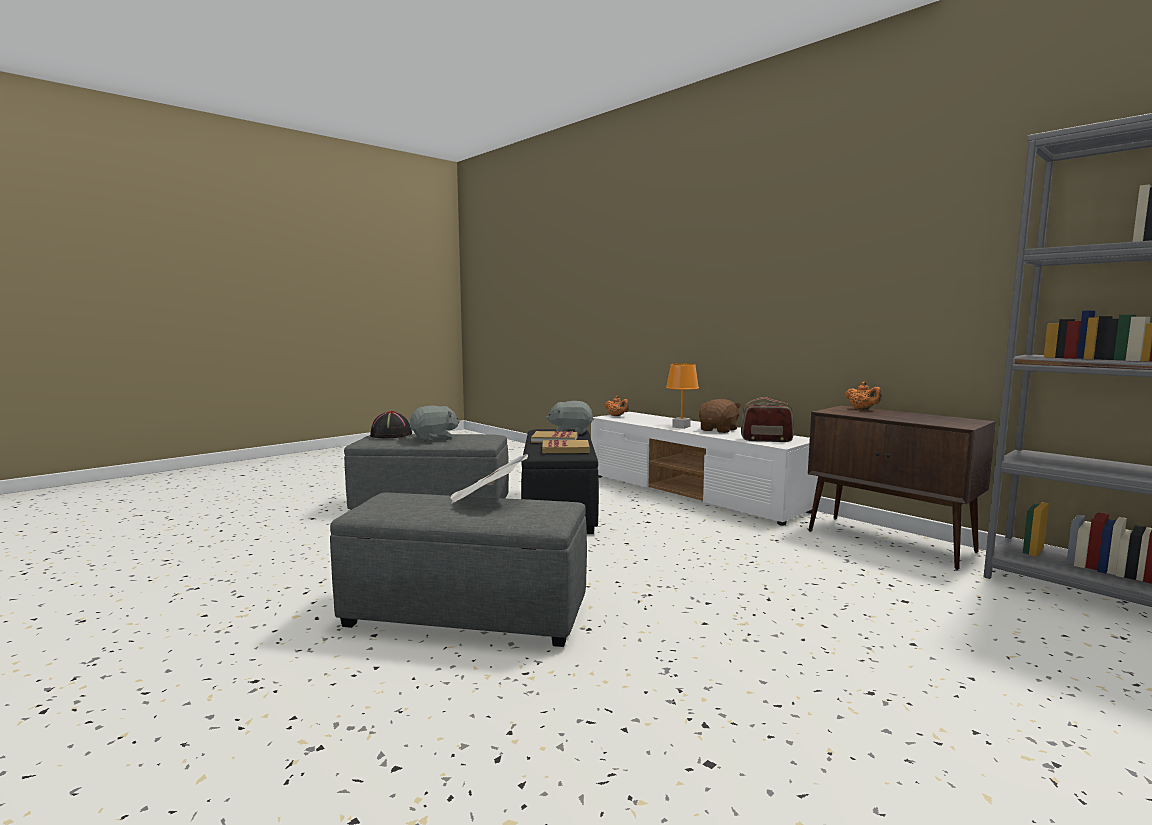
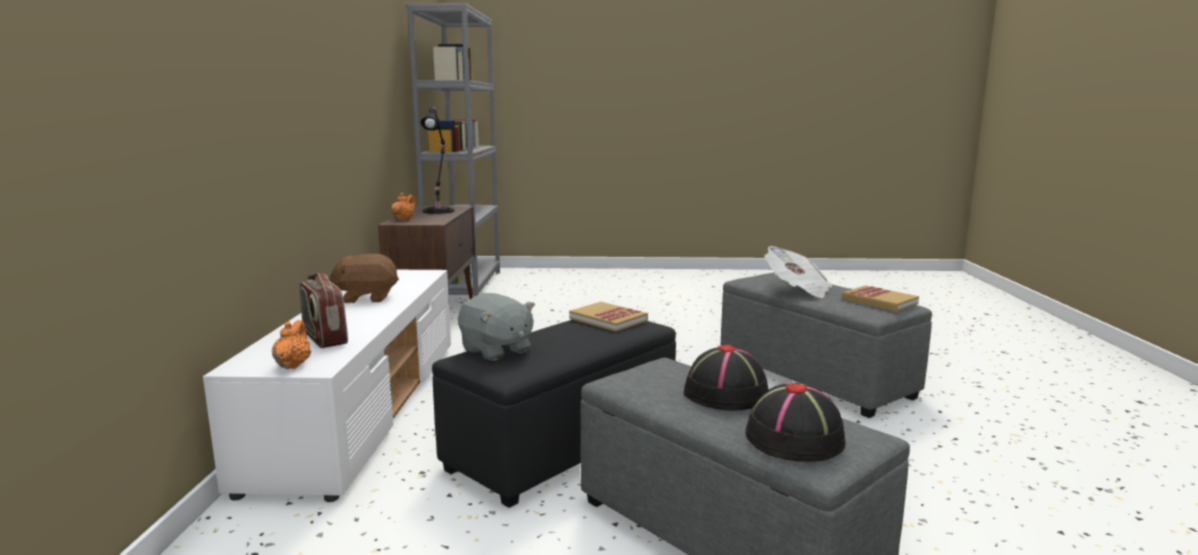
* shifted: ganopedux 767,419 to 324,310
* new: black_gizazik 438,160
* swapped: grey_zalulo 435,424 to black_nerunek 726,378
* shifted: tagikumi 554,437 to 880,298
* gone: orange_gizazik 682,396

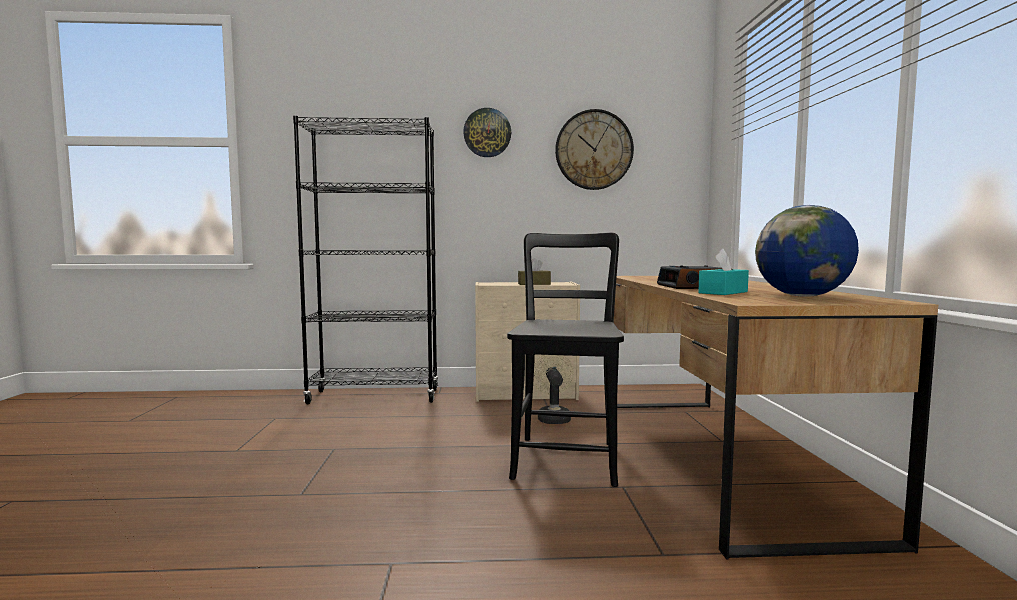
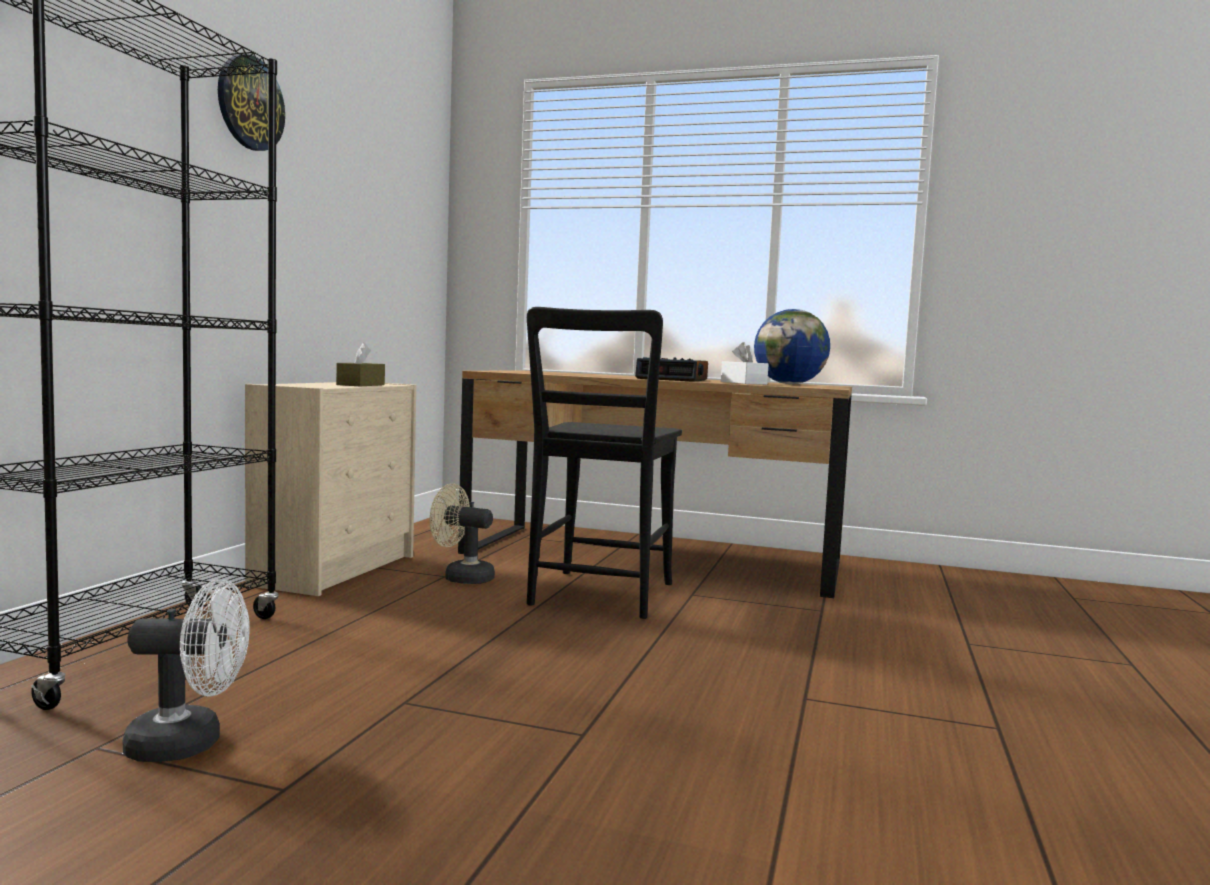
* new: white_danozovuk 186,670
* rotated: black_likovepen 565,360 = 604,463 105 degrees counterclockwise
* repainted: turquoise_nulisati 723,272 to white_nulisati 745,363
* gone: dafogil 594,149

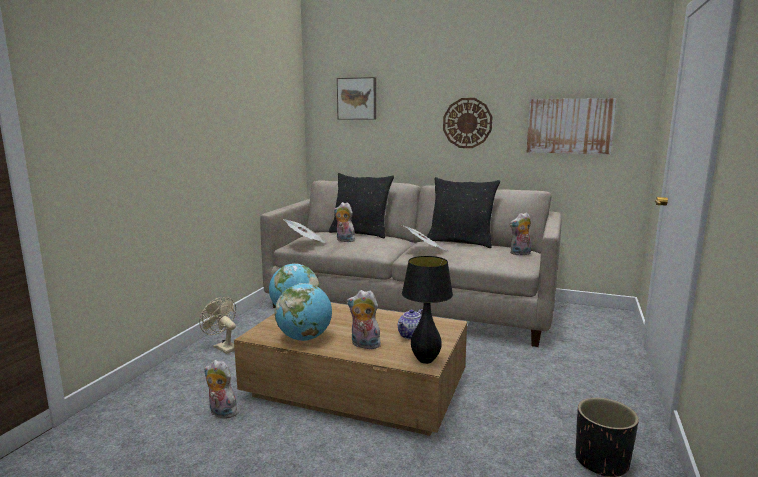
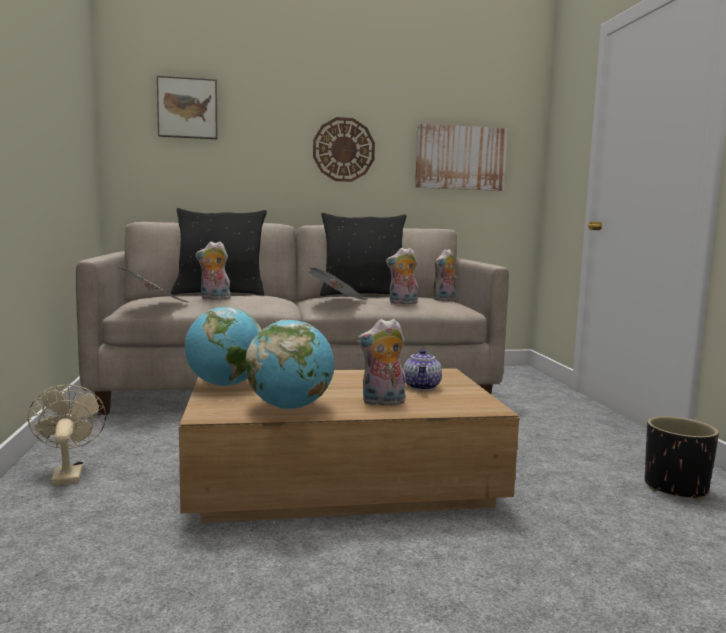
* rotated: beige_danozovuk 217,325 = 67,435 60 degrees clockwise
* shifted: zalulo 222,390 to 402,276
* gone: black_gizazik 427,310

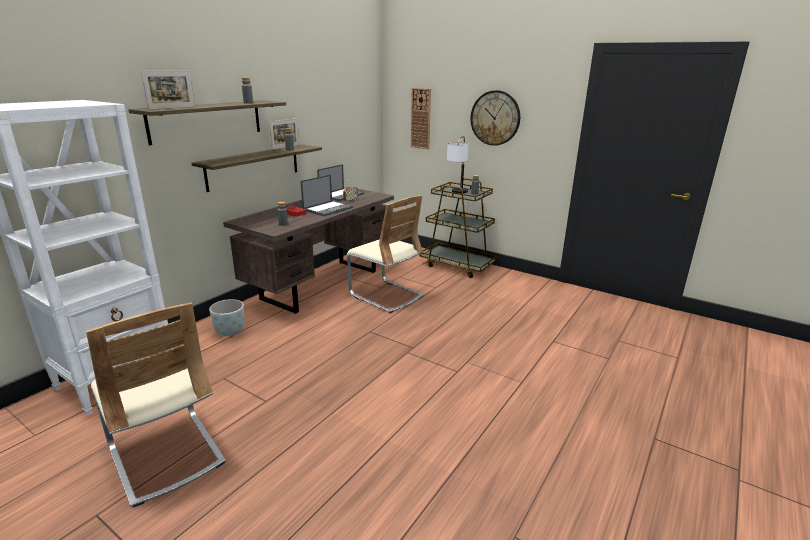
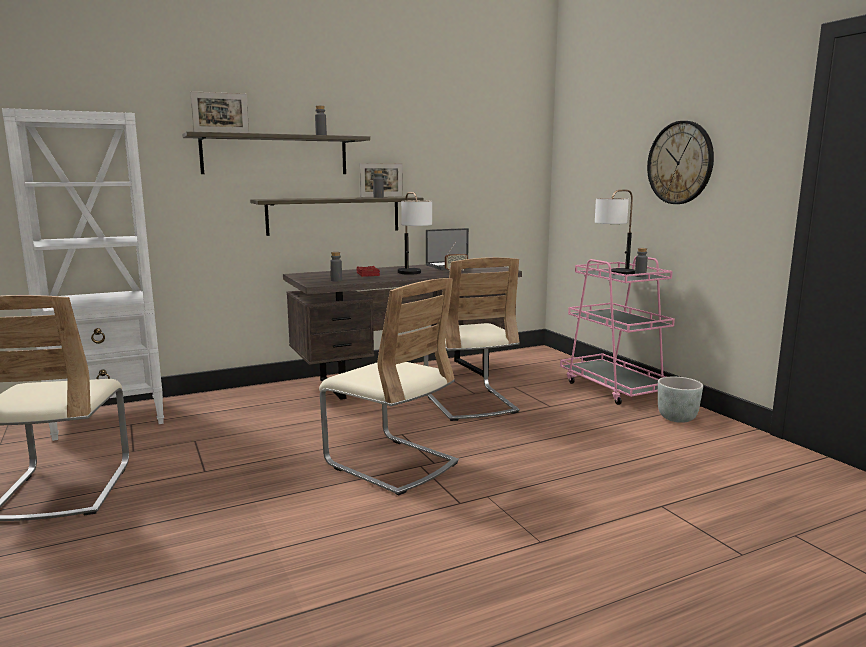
* new: beige_likovepen 389,387
* swapped: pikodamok 327,195 to gizazik 415,233
* repainted: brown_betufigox 458,228 to pink_betufigox 617,331
* shifted: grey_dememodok 226,317 to 680,400
* gone: dafogil 421,118

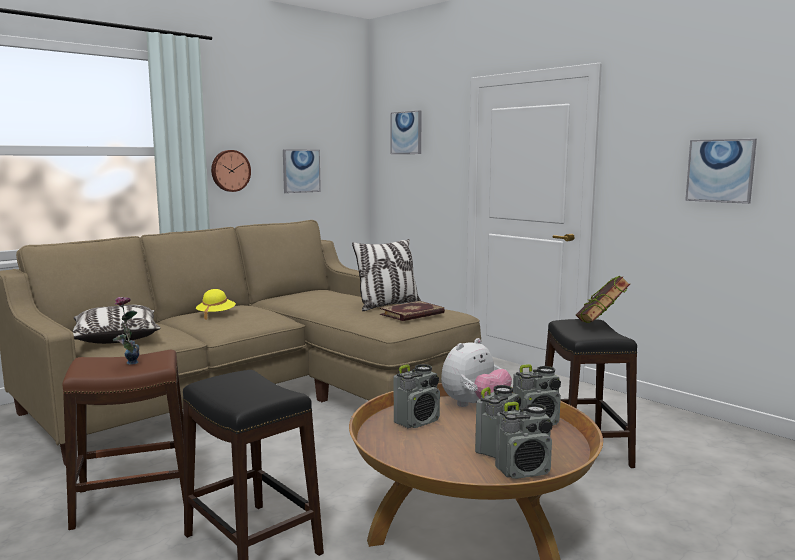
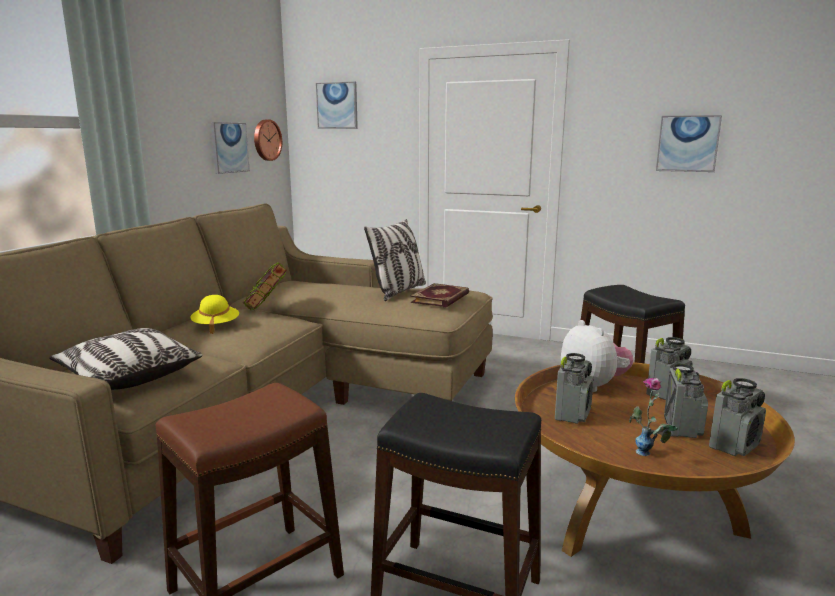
* shifted: tagikumi 603,299 to 265,286
* shifted: dafogil 231,171 to 268,140
* rotated: zalulo 476,372 = 597,356 45 degrees counterclockwise
* shifted: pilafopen 126,331 to 653,417

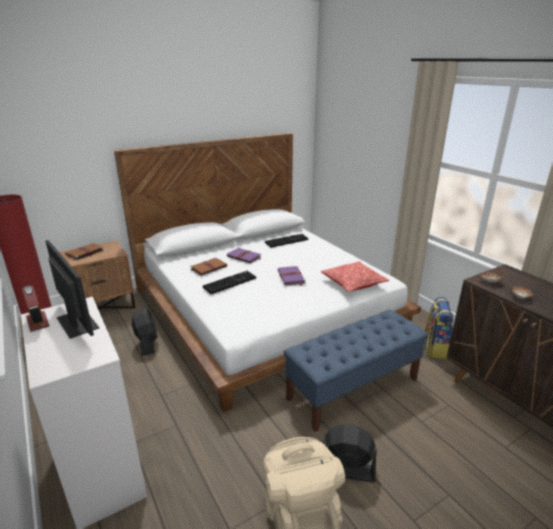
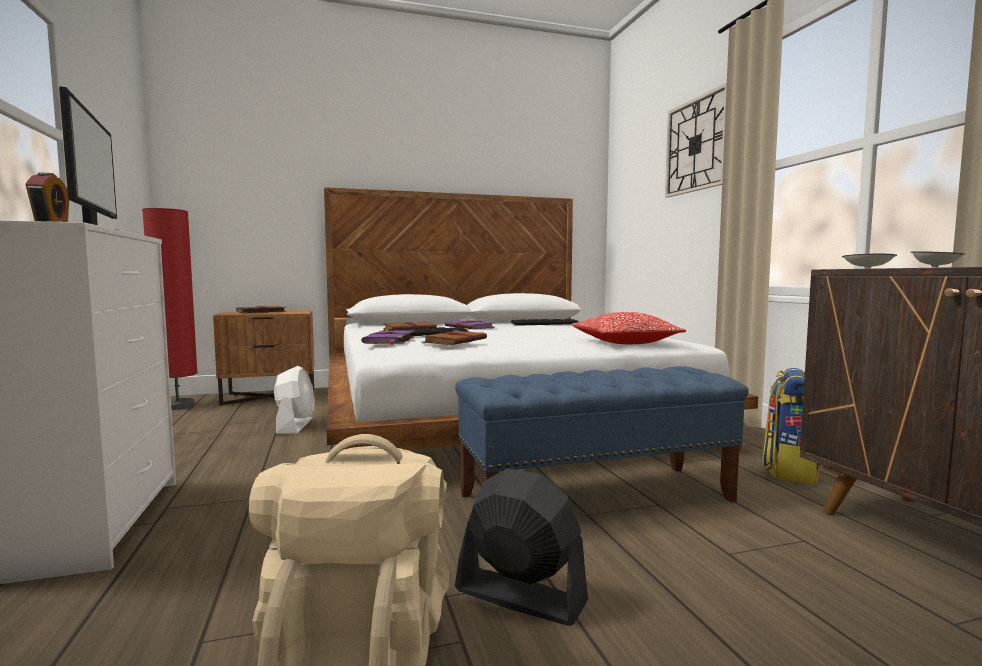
* repainted: black_danozovuk 144,332 to white_danozovuk 294,400
* shifted: purple_tagikumi 292,276 to 388,337
* new: brown_tagikumi 454,337
* new: dafogil 696,140

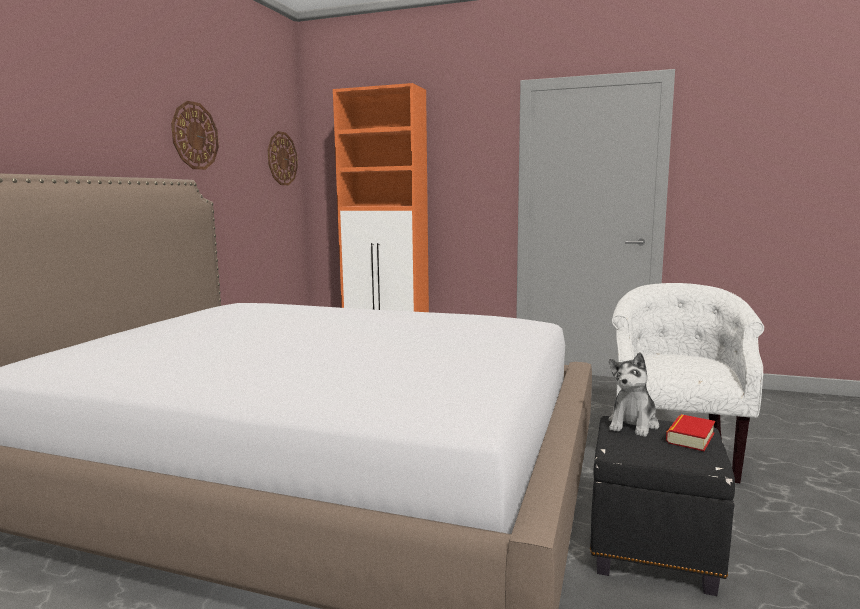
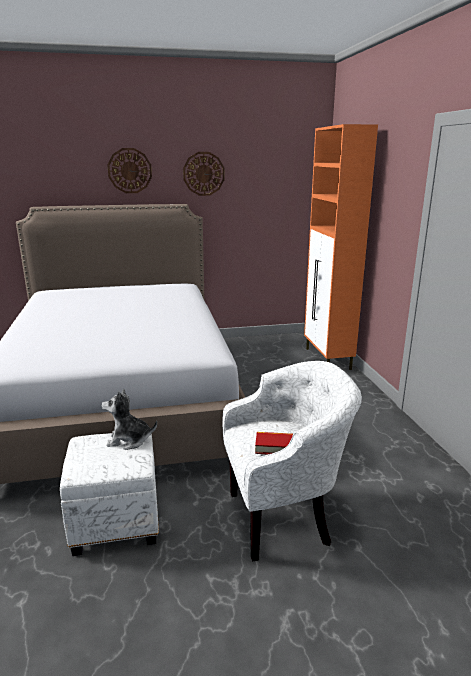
* repainted: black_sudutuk 662,506 to white_sudutuk 109,494
* shifted: dafogil 283,158 to 129,170
* shifted: tagikumi 690,432 to 274,443

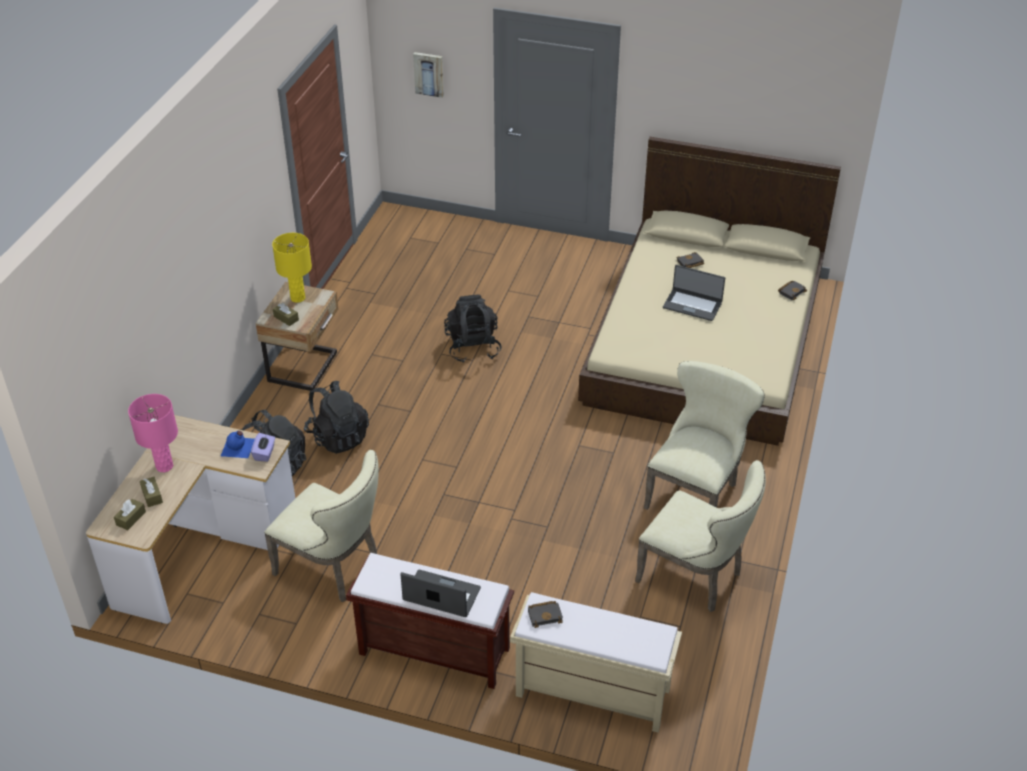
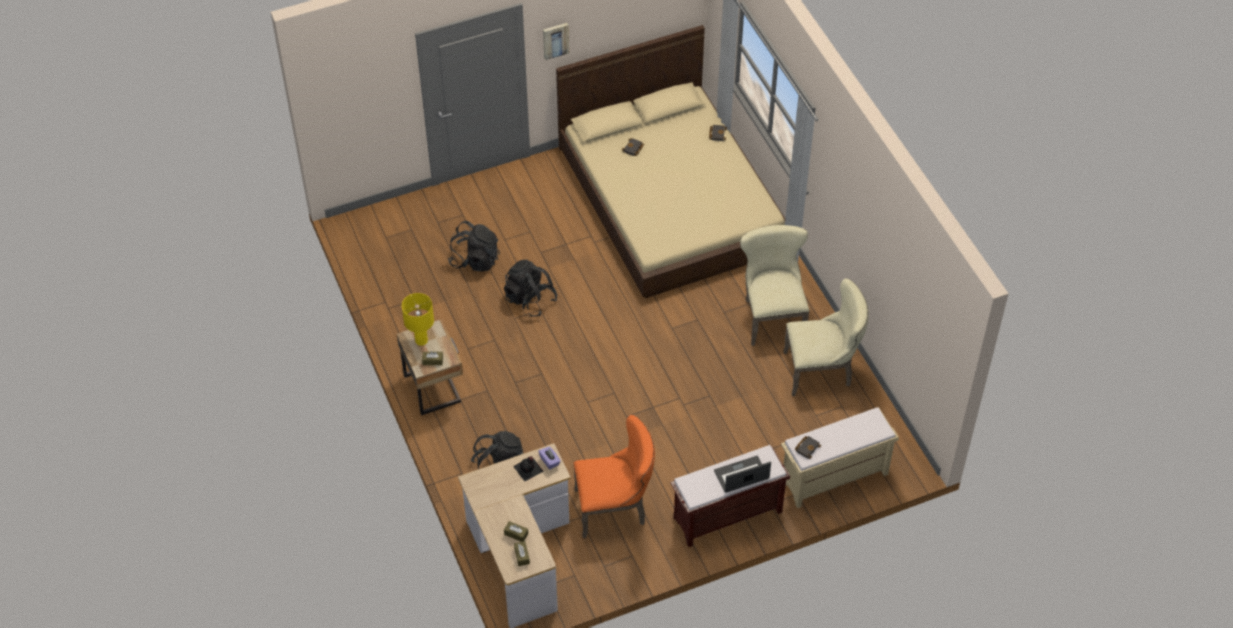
* shifted: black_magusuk 336,417 to 474,246
* repainted: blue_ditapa 238,444 to black_ditapa 528,468
* shifted: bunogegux 428,75 to 556,41
* repainted: beige_likovepen 321,526 to orange_likovepen 614,476
* gone: pink_gizazik 153,433
* gone: pikodamok 694,293

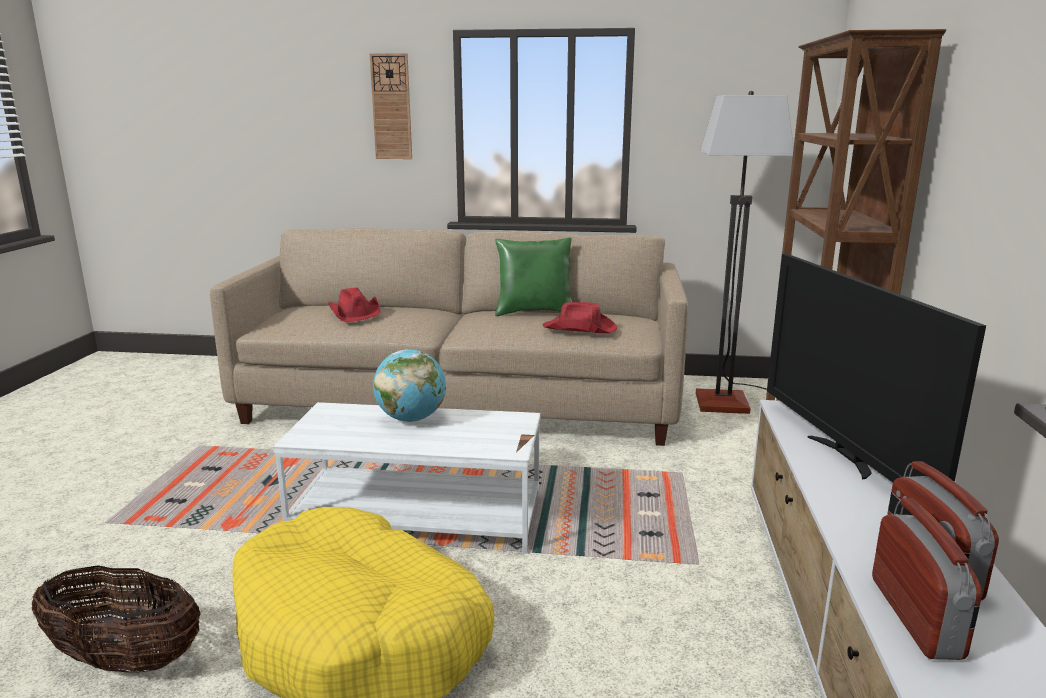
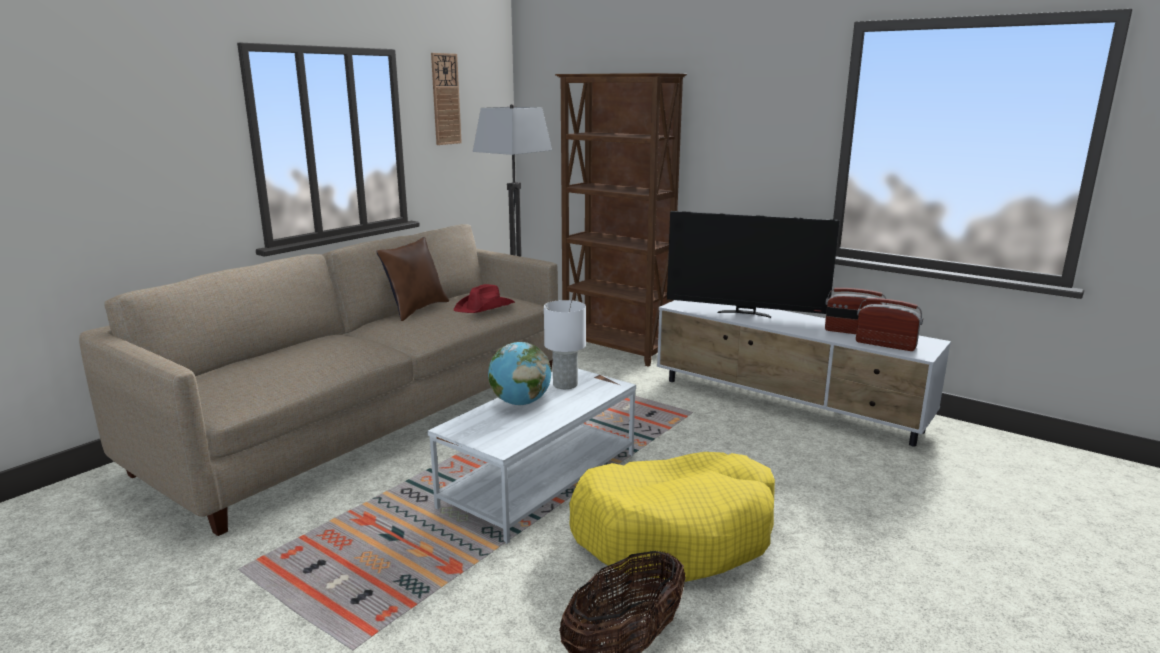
* repainted: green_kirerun 533,276 to brown_kirerun 412,279
* shifted: dafogil 391,106 to 446,99
* new: white_gizazik 565,344
* gone: red_nerunek 355,305

